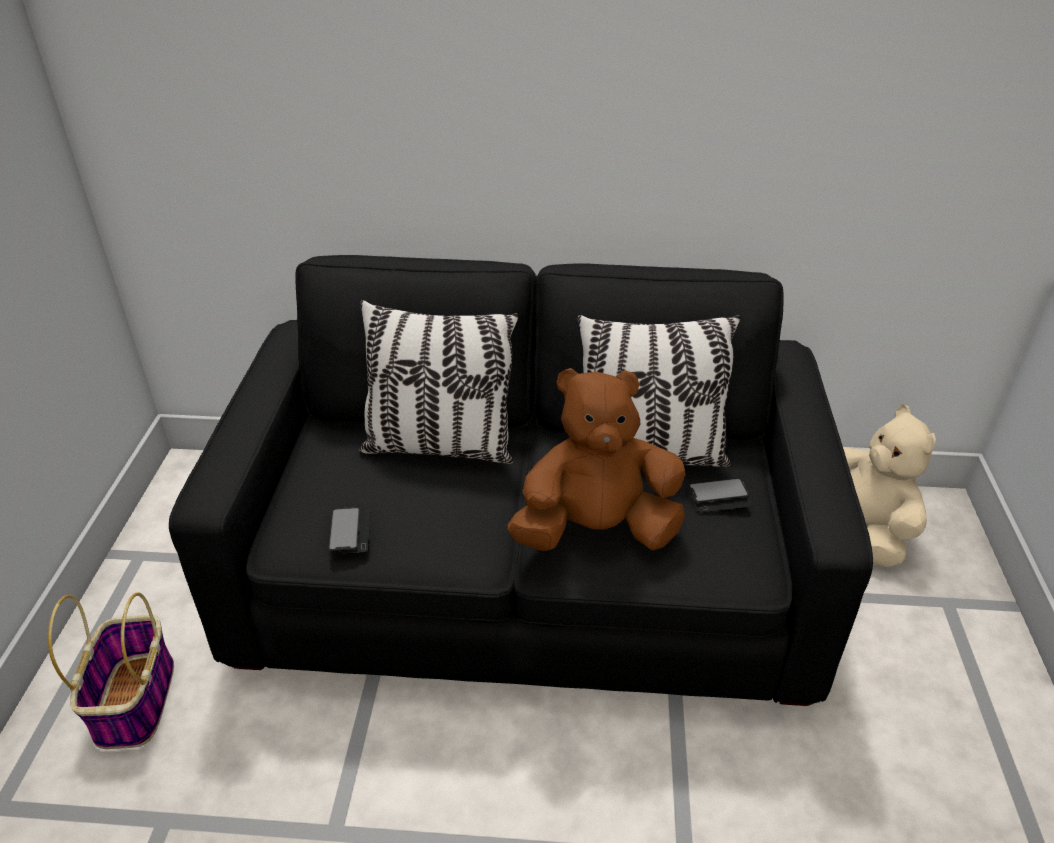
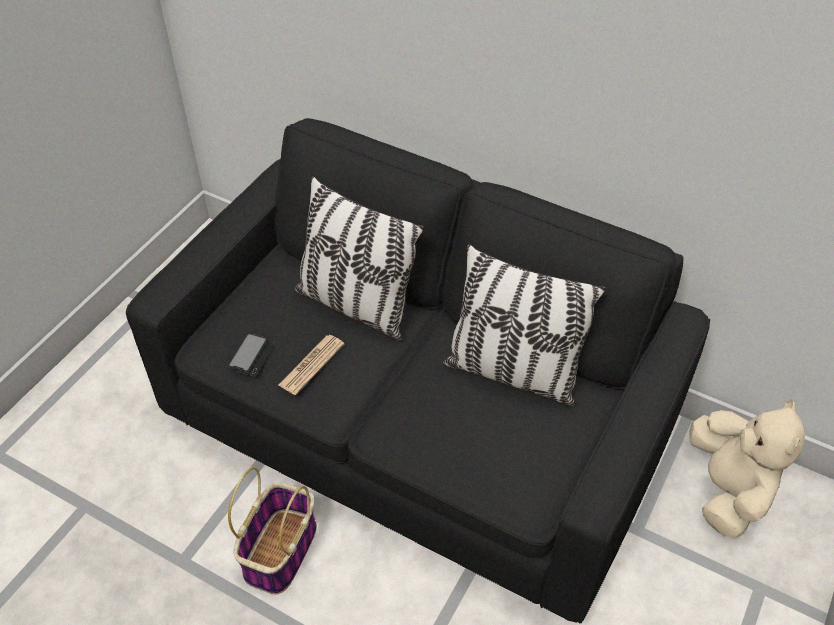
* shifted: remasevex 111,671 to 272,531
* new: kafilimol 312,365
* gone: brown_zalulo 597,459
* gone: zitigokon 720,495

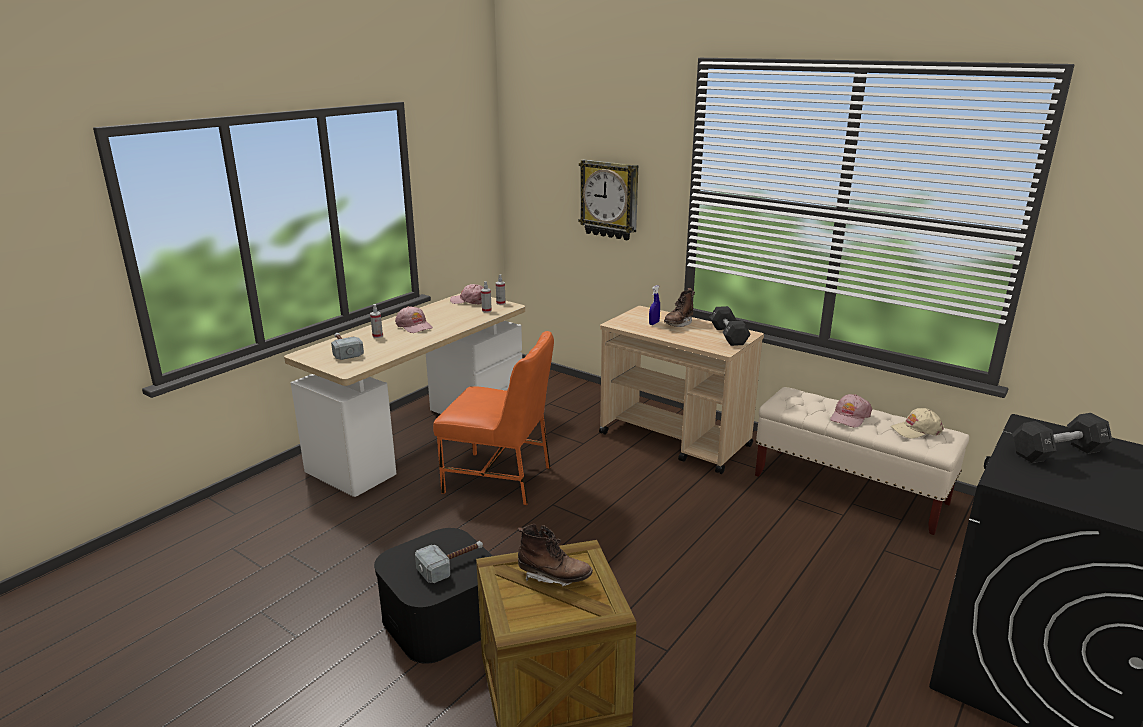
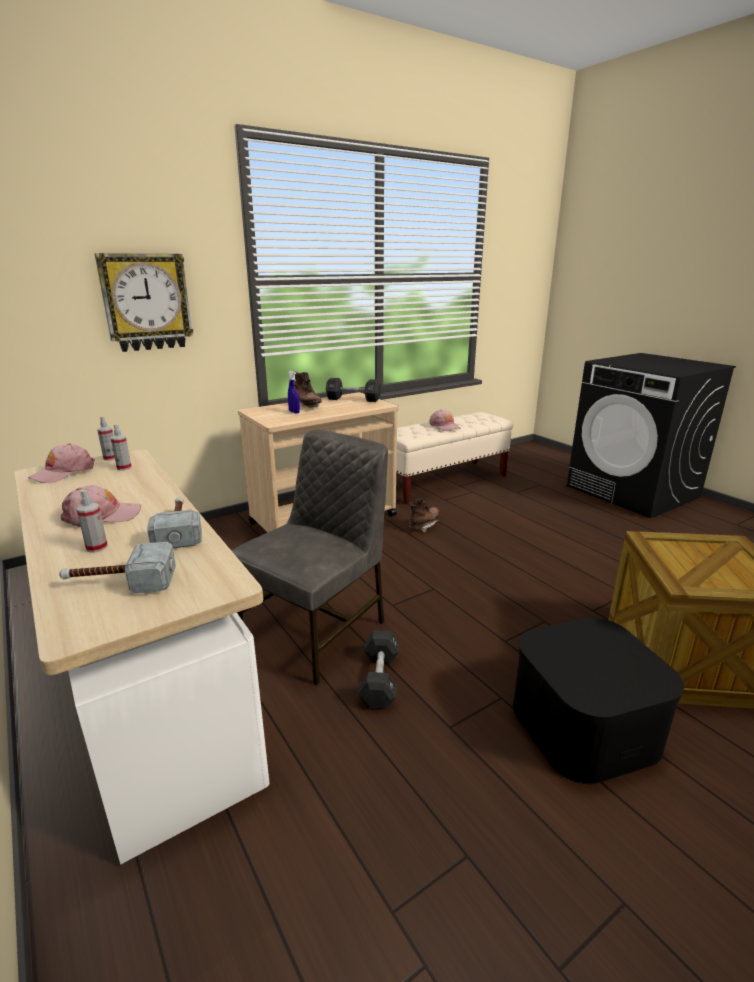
* shifted: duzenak 449,562 to 174,522
* repainted: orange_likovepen 493,418 to grey_likovepen 309,557
* shifted: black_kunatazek 1062,438 to 378,669
* shifted: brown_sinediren 555,555 to 424,515
* gone: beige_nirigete 917,423

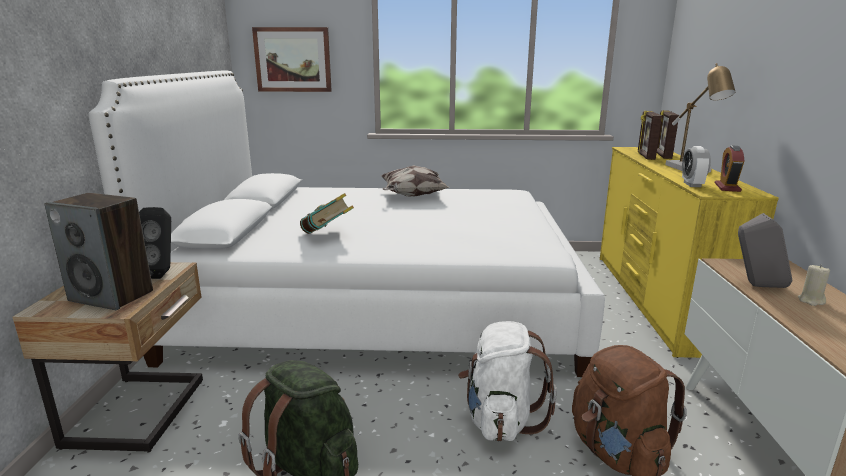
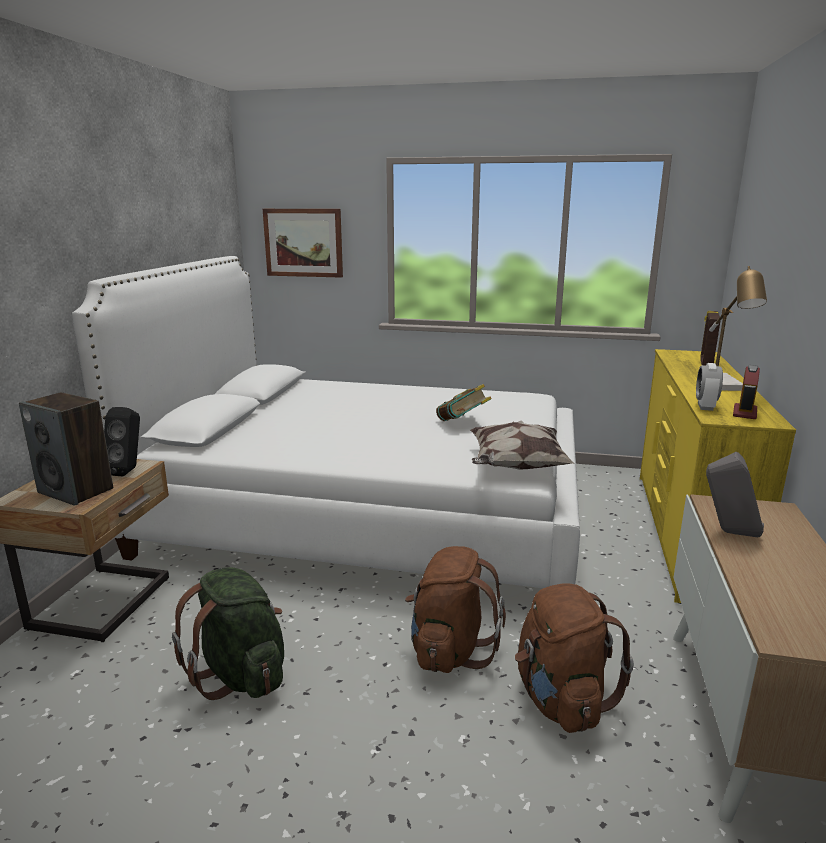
* repainted: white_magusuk 507,381 to brown_magusuk 455,609
* shifted: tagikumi 327,213 to 464,402
* shifted: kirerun 415,181 to 522,445
* gone: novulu 650,135
* gone: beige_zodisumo 814,285

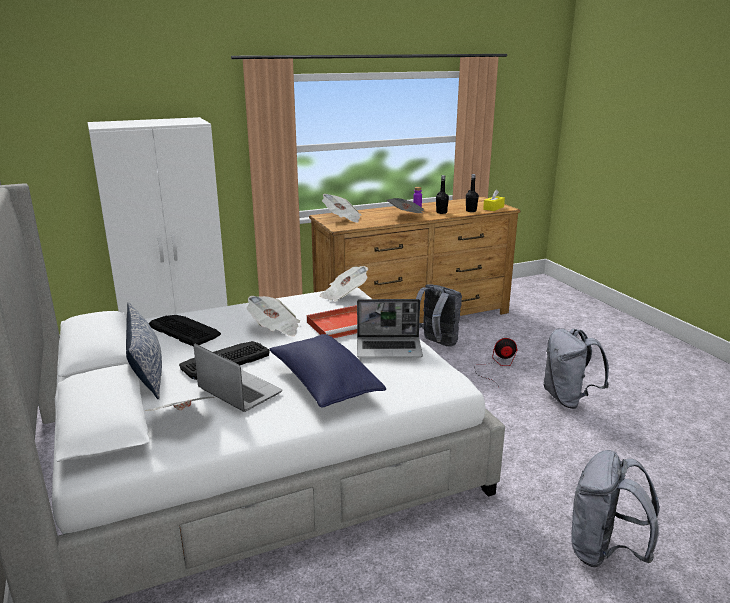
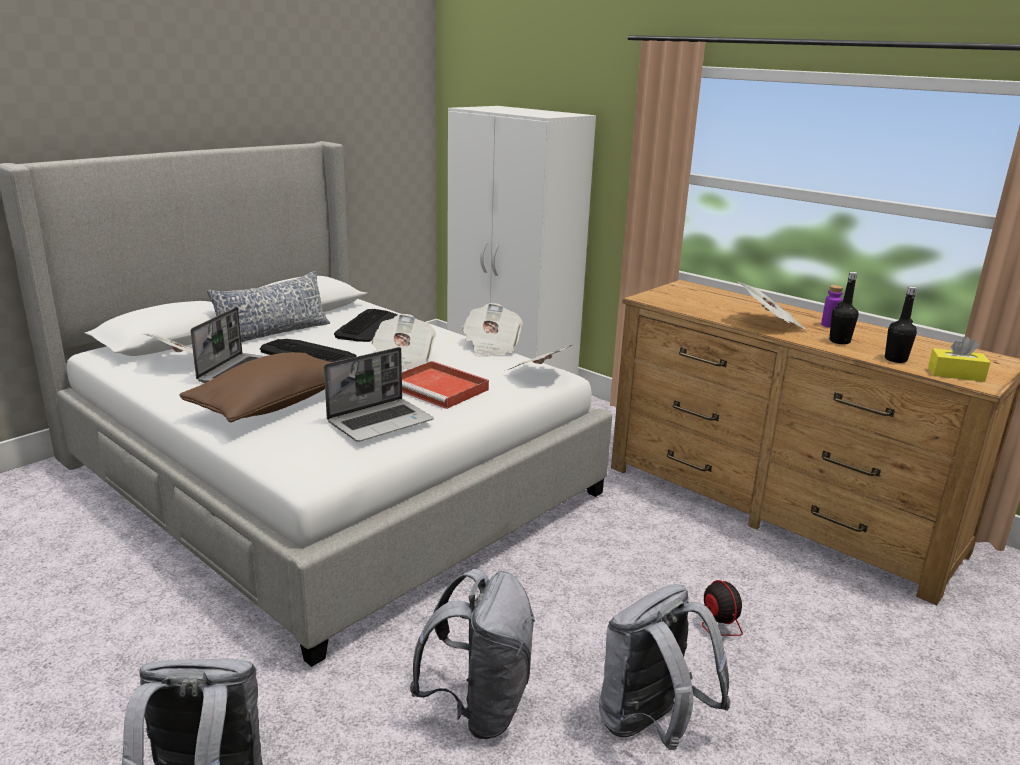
* repainted: blue_kirerun 328,370 to brown_kirerun 255,387
* rotated: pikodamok 390,328 = 379,394 105 degrees counterclockwise
* shifted: grey_magusuk 439,315 to 472,654
* shifted: kafilimol 342,208 to 492,330

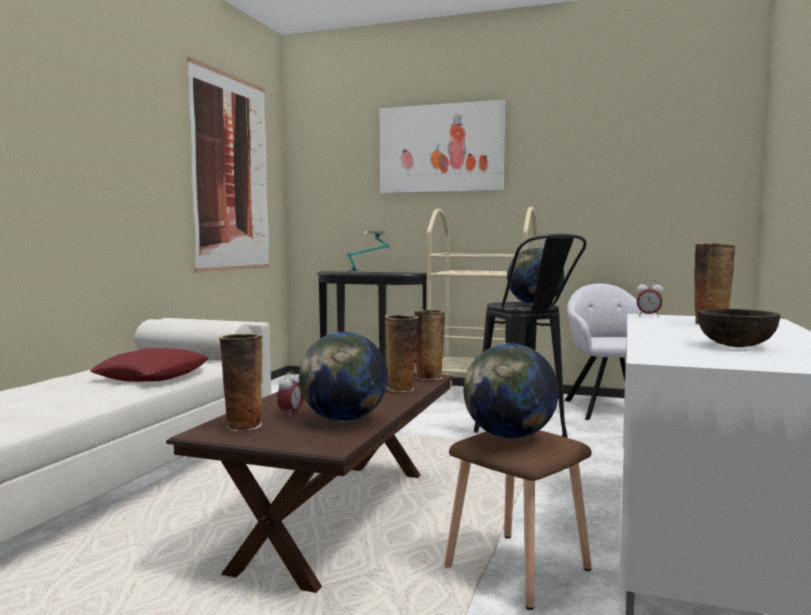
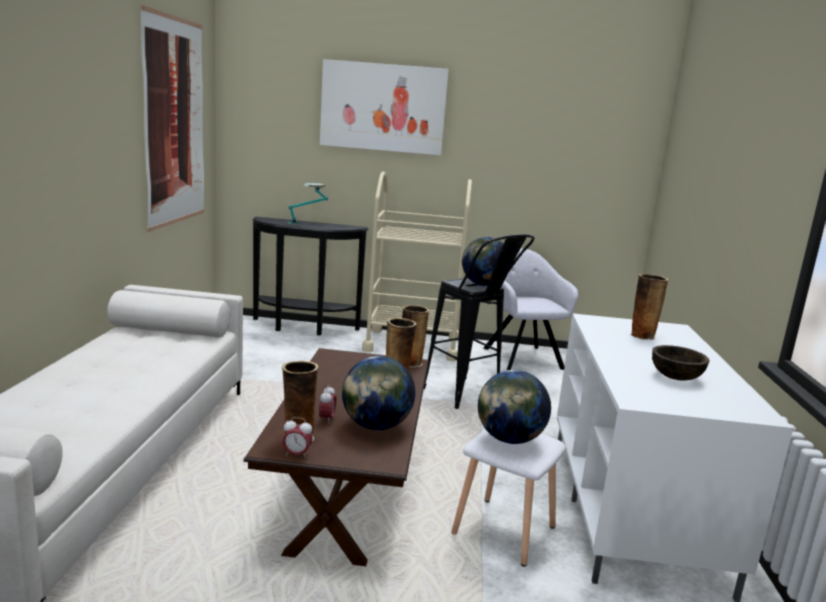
* shifted: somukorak 650,298 to 298,438
* repainted: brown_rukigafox 518,520 to white_rukigafox 508,497
* gone: red_kirerun 149,365

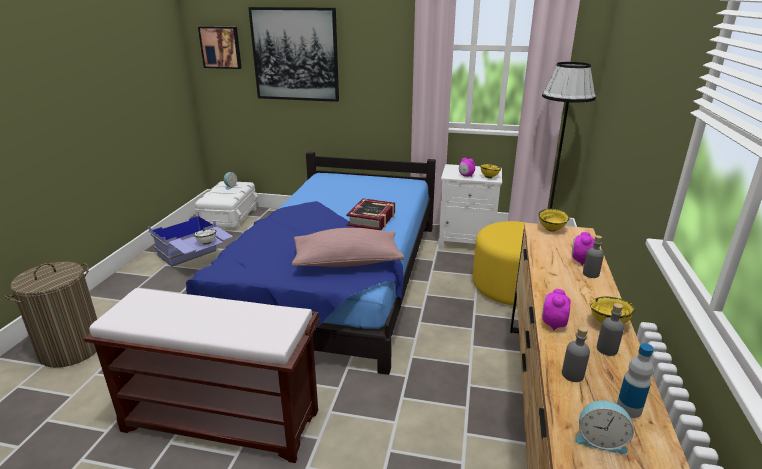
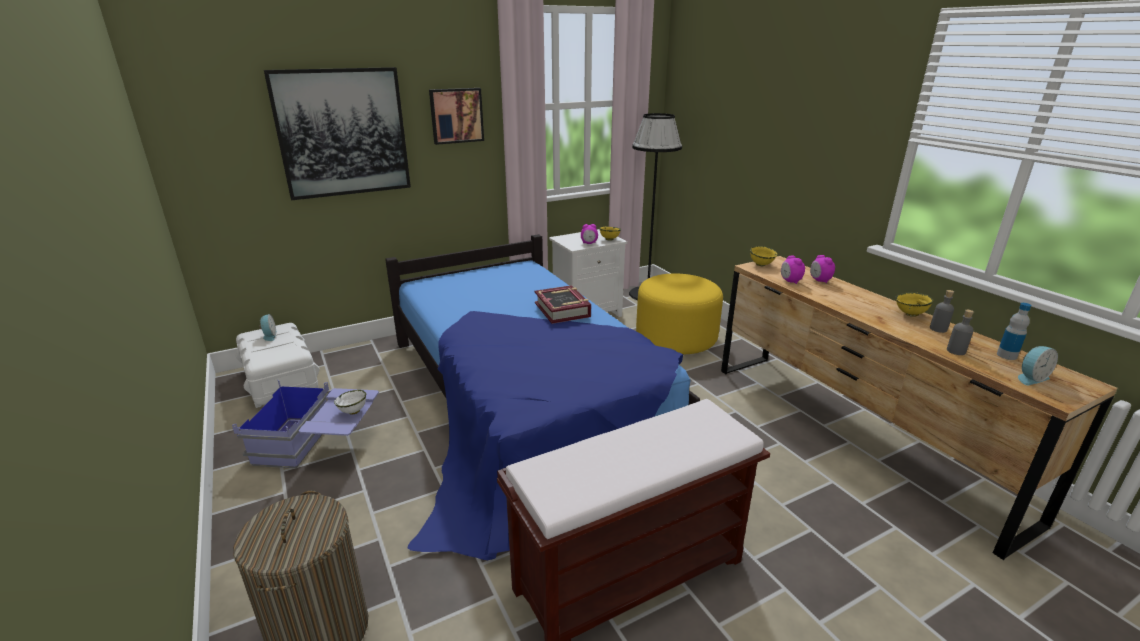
* shifted: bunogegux 220,47 to 456,116
* shifted: somukorak 556,310 to 793,270
* gone: pink_kirerun 348,247
* gone: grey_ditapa 593,256

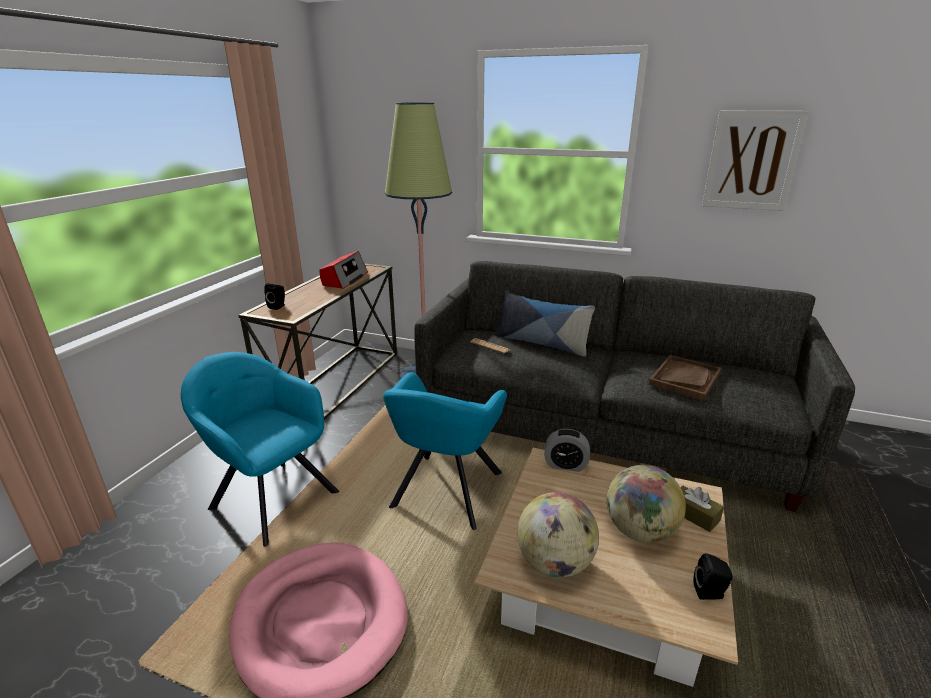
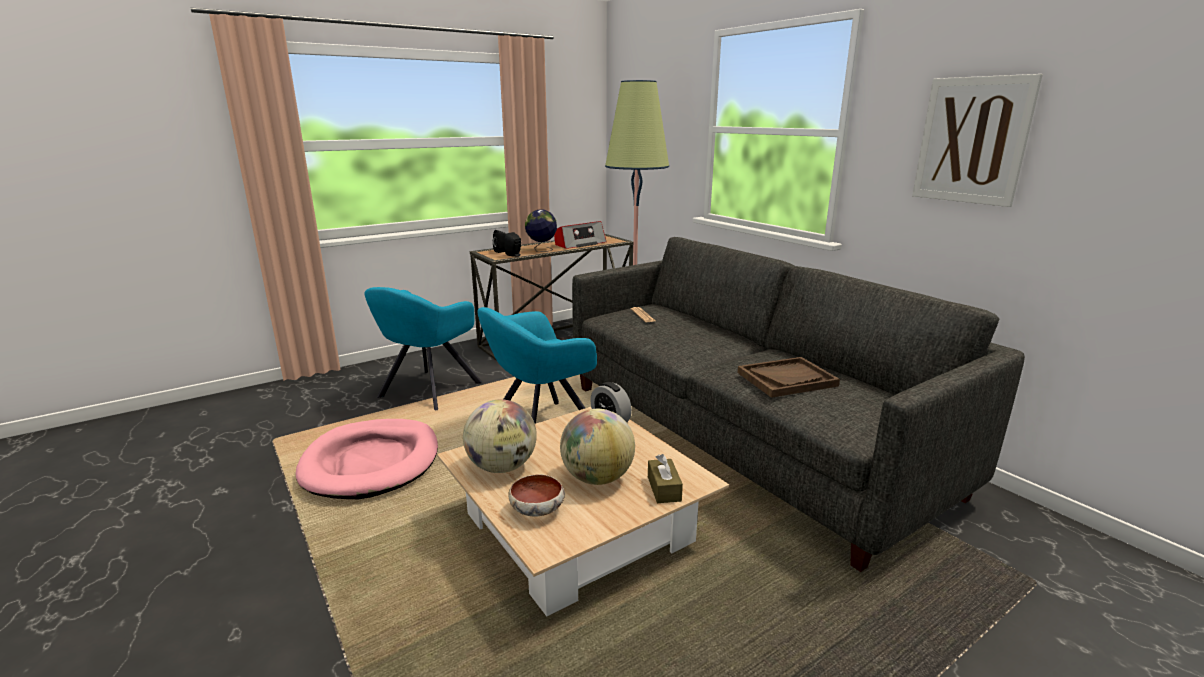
* rotated: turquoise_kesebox 260,449 = 423,348 135 degrees counterclockwise
* shifted: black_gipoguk 713,576 to 512,244
* new: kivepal 536,495
* new: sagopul 541,230
* gone: kirerun 545,324

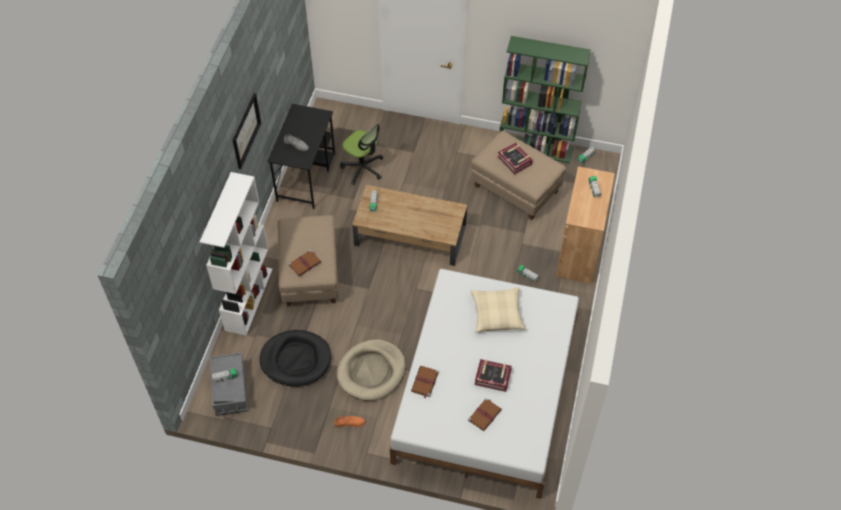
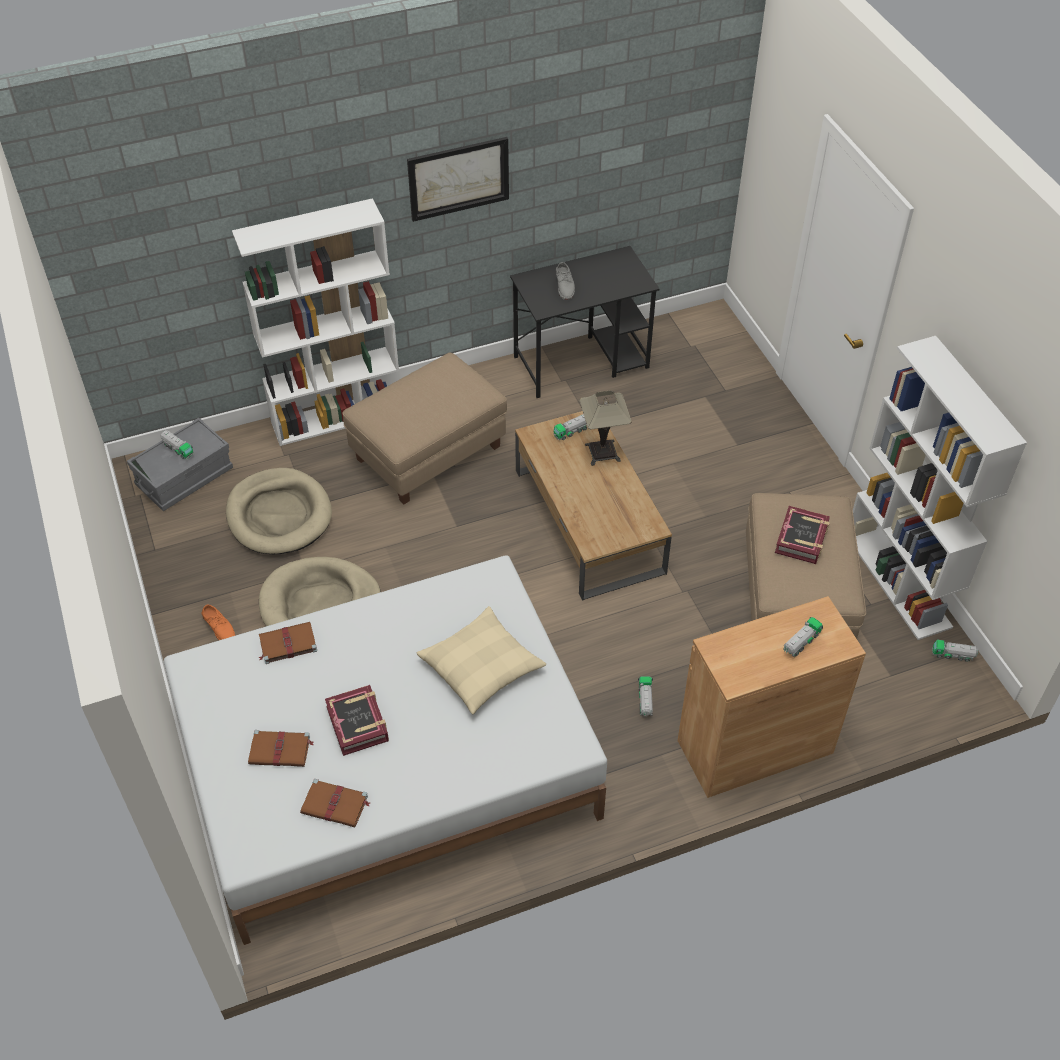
* repainted: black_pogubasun 295,358 to beige_pogubasun 279,511
* shifted: brown_tagikumi 304,263 to 335,803
* new: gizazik 605,428
* repainted: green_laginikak 545,99 to white_laginikak 940,488
* gone: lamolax 361,153

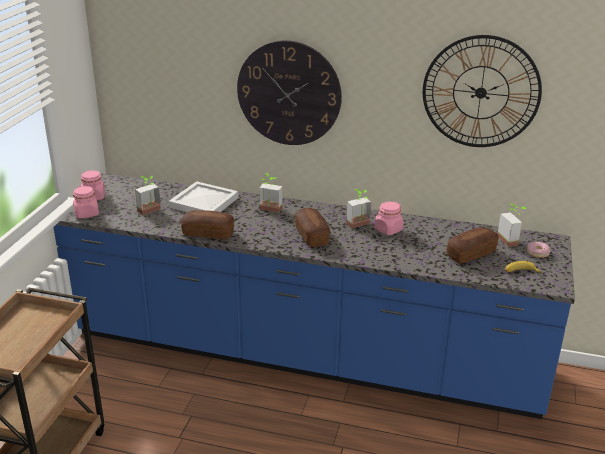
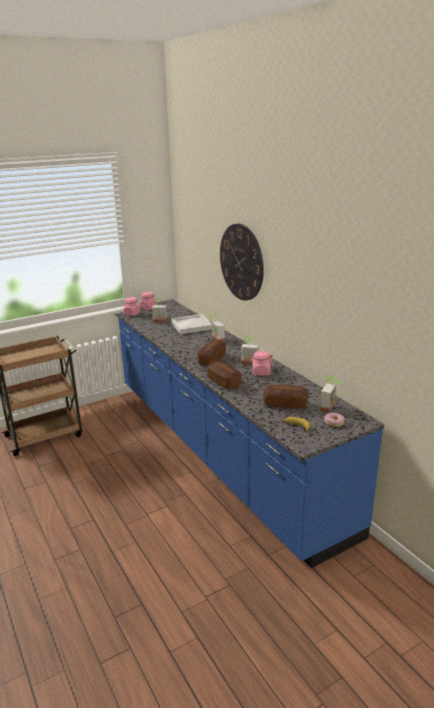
* shifted: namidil 207,224 to 224,375
* gone: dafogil 482,91

